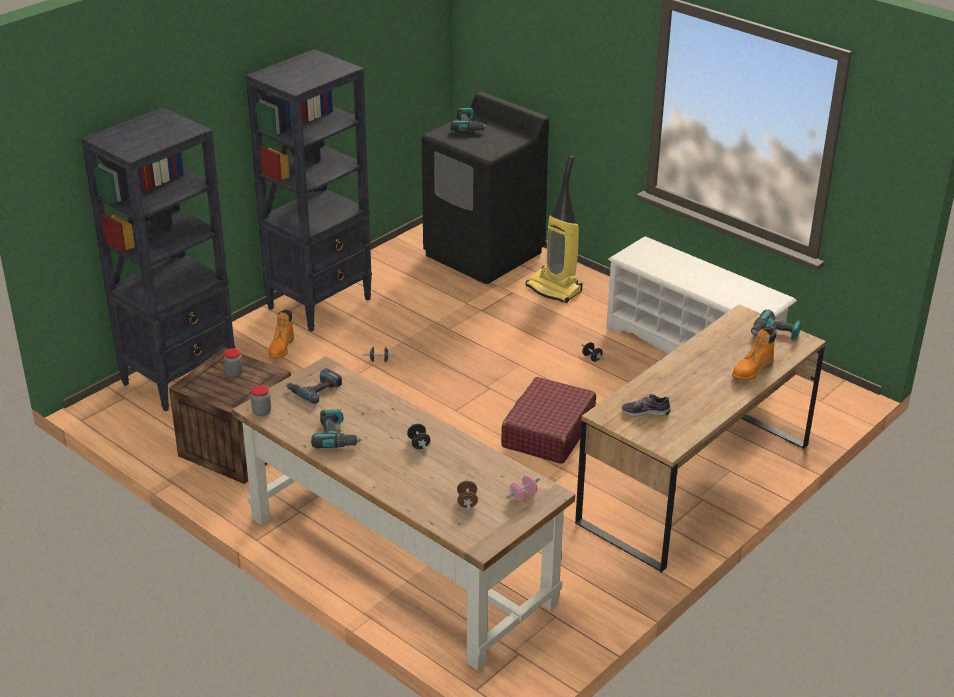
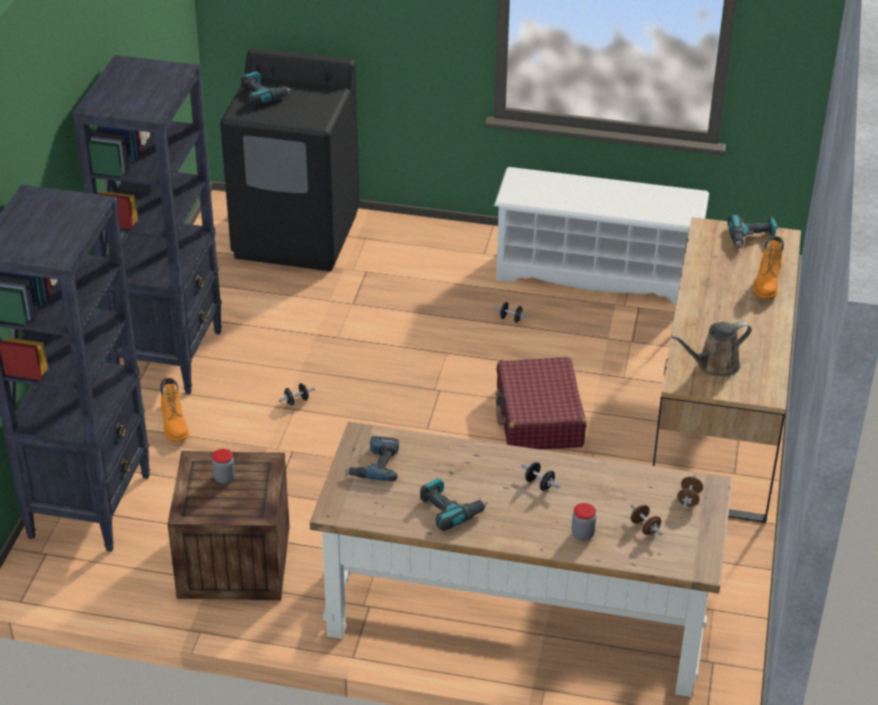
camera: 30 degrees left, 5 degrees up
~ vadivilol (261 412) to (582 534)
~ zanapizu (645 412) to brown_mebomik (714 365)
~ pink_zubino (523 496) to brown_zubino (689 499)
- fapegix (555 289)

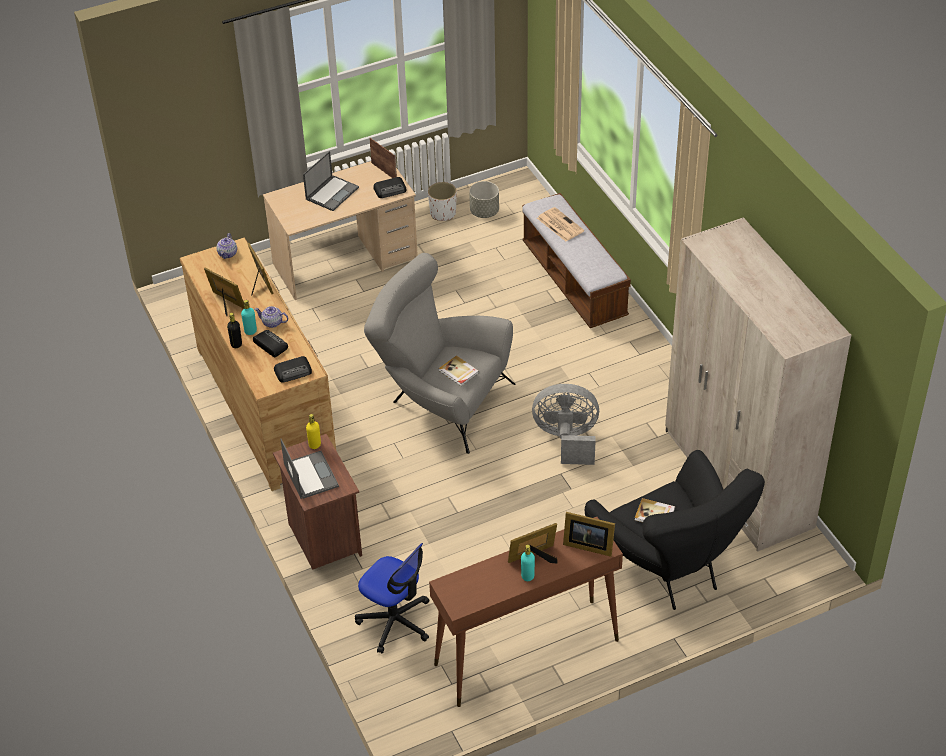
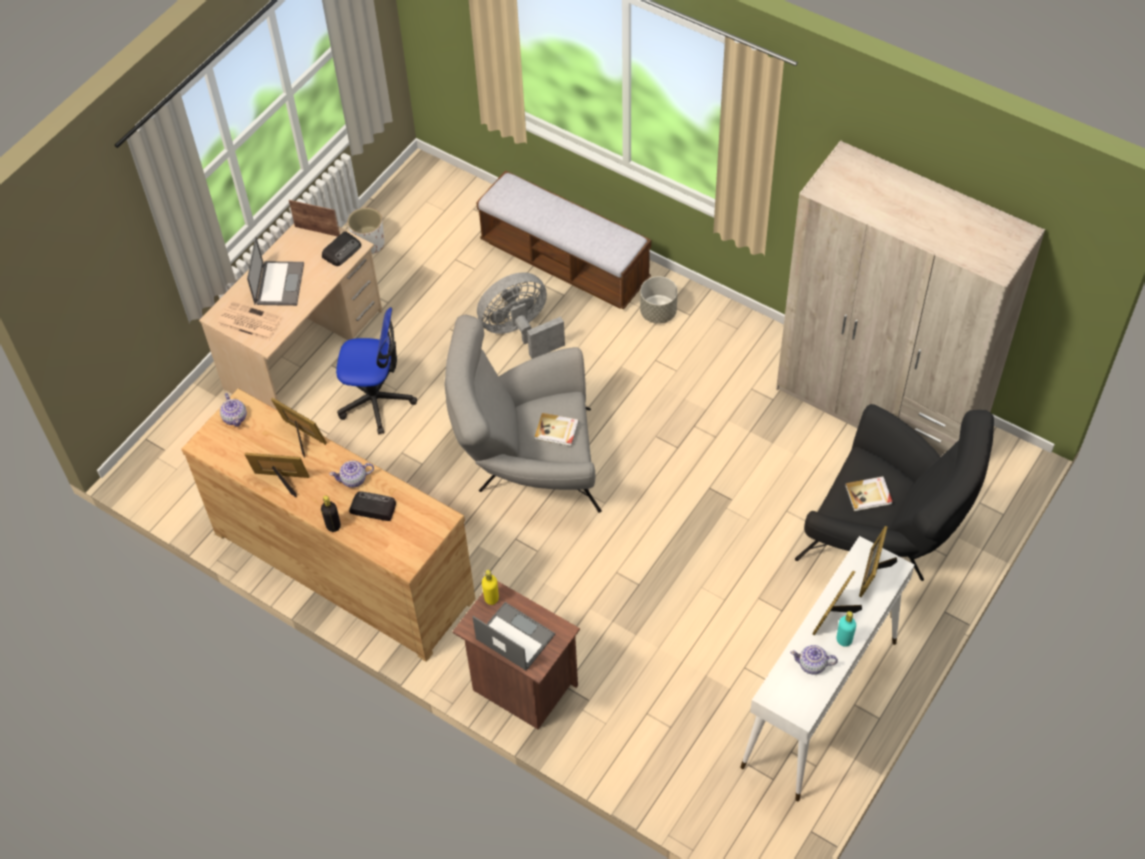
camera: 30 degrees left, 10 degrees up
~ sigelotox (559 224) to (248 322)
~ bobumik (395 621) to (376 400)
~ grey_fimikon (567 440) to (520 332)
~ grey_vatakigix (484 212) to (658 312)
~ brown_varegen (525 653) to white_varegen (819 704)
+ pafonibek (812 665)
~ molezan (587 544) = (874 573) 120 degrees clockwise
- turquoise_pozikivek (250 331)
- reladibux (294 371)

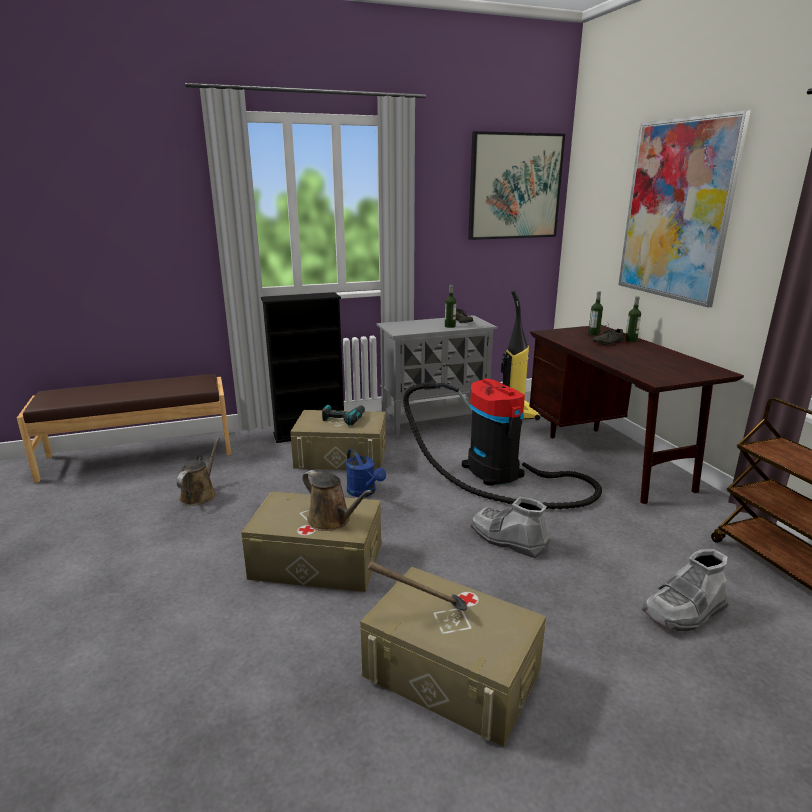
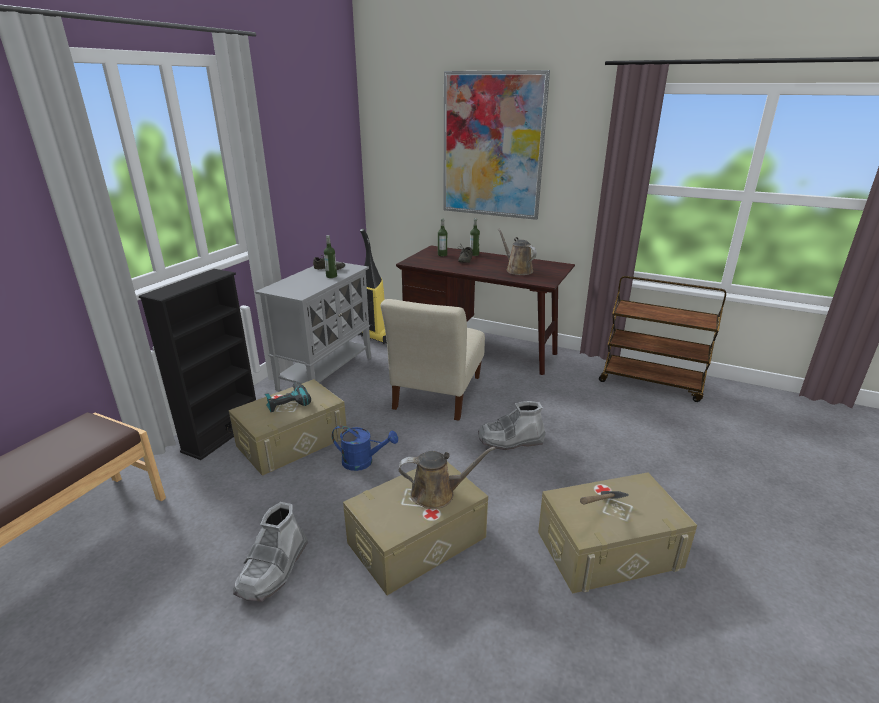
camera: 45 degrees left, 5 degrees up
~ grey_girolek (684 611) to (273 569)
~ fapegix (498 474) to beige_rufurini (436 395)
~ brown_mebomik (200 494) to (517 270)
- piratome (514 186)

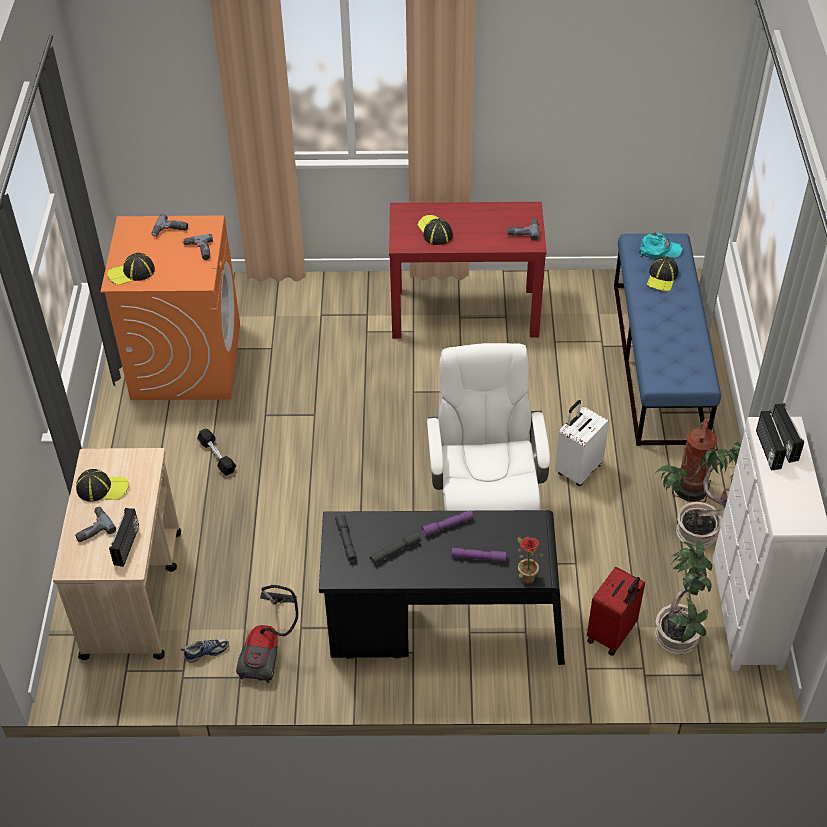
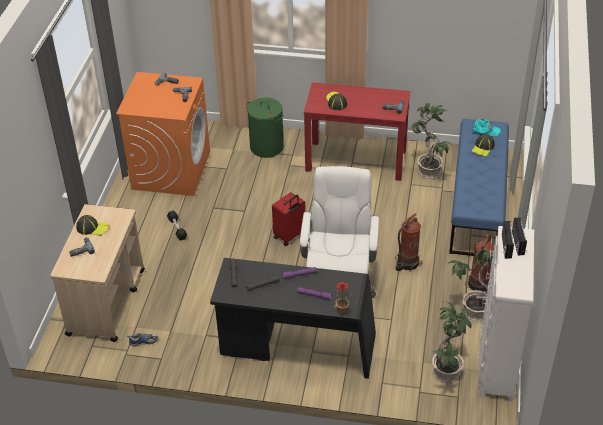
camera: 10 degrees right, 5 degrees down
+ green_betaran (266 147)
~ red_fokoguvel (612 634) to (289 236)
~ white_fokoguvel (578 469) to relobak (406 263)
+ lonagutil (427 171)
- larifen (132 272)
- reladibux (127 545)
- fapegix (269 647)

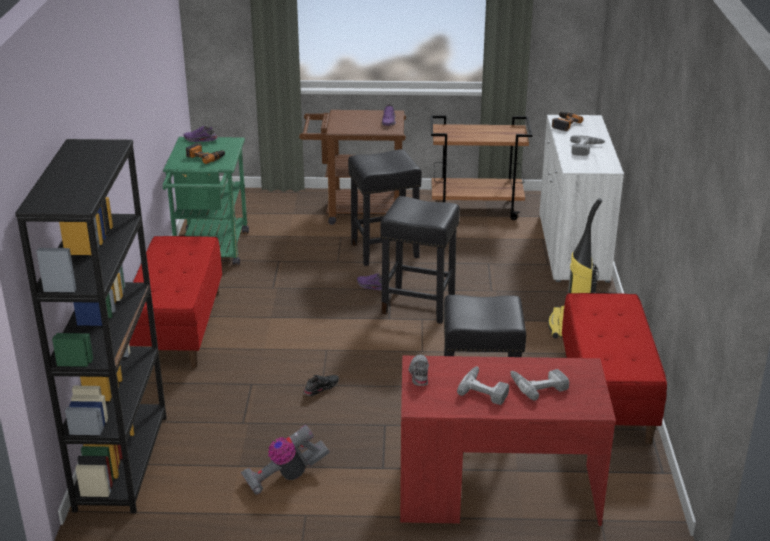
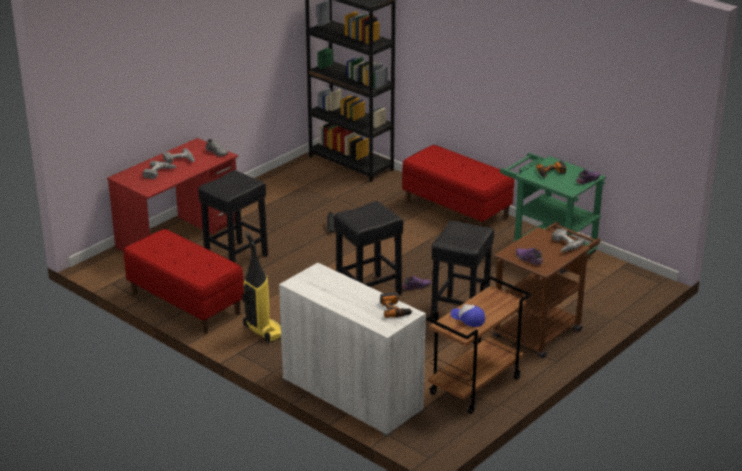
camera: 130 degrees right, 0 degrees up
+ larifen (468 319)
~ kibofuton (586 149) to (563 245)
- fapegix (285 476)

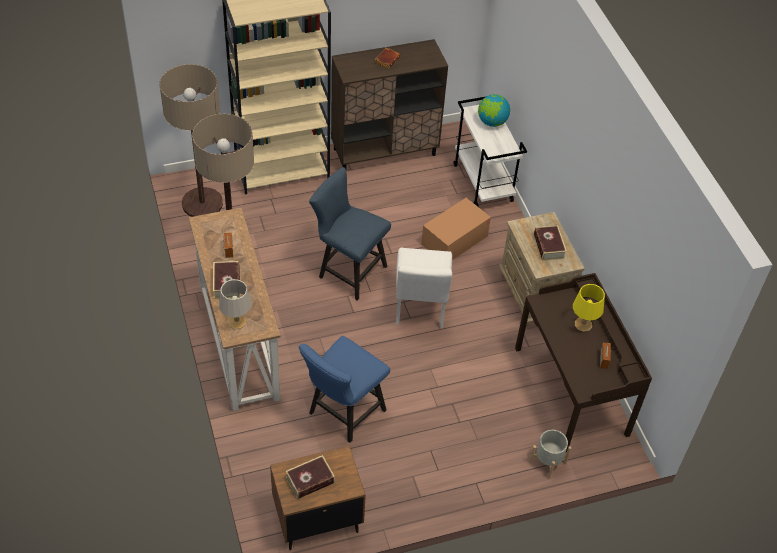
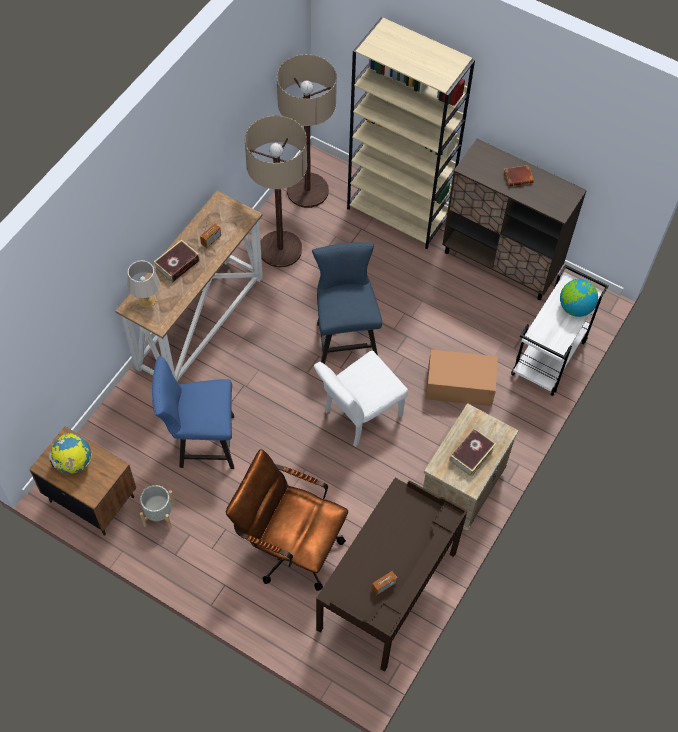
camera: 50 degrees right, 10 degrees up
~ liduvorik (310 480) to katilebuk (74 462)
~ grey_vatakigix (547 462) to (159 514)
+ brown_bobumik (289 546)
- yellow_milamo (582 324)

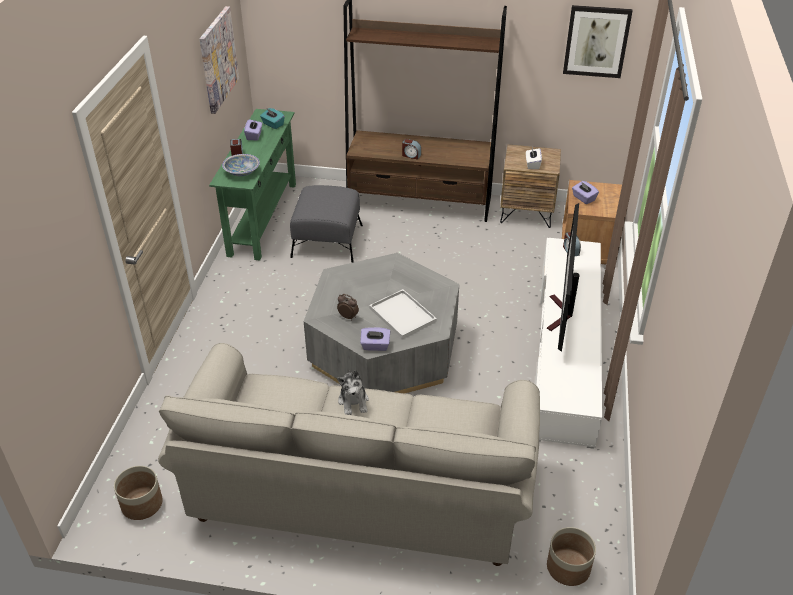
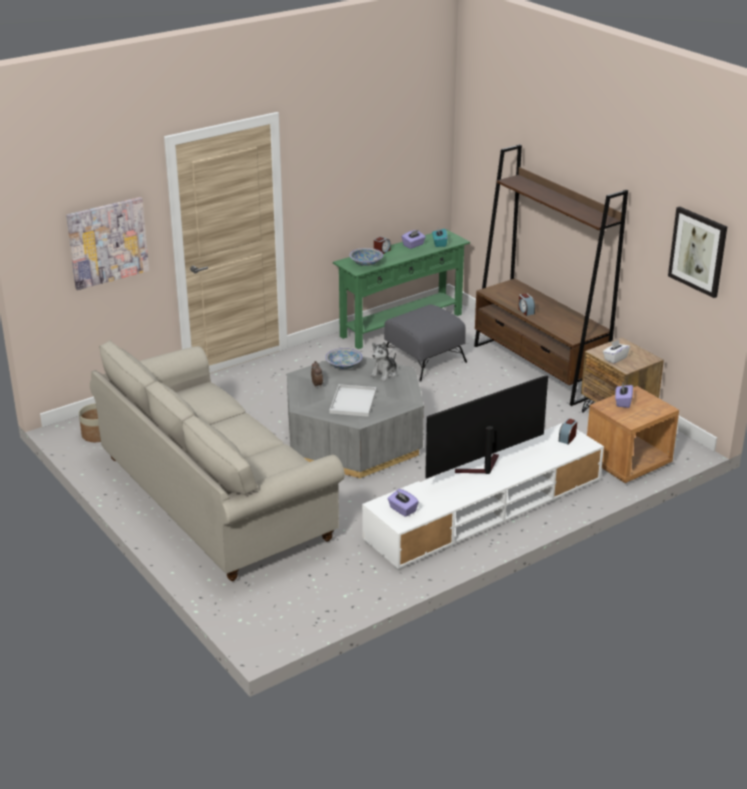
camera: 45 degrees right, 10 degrees down
~ piratome (218 59) to (107 242)
+ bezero (344 365)
~ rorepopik (353 401) to (384 373)
~ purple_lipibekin (375 346) to (402 510)
- vatakigix (568 567)

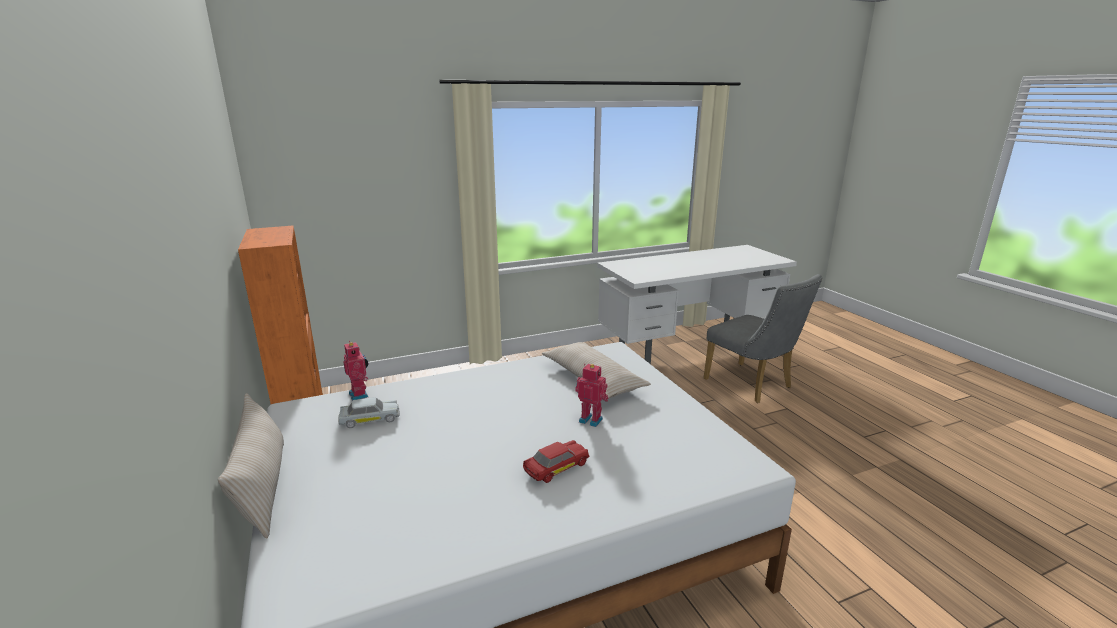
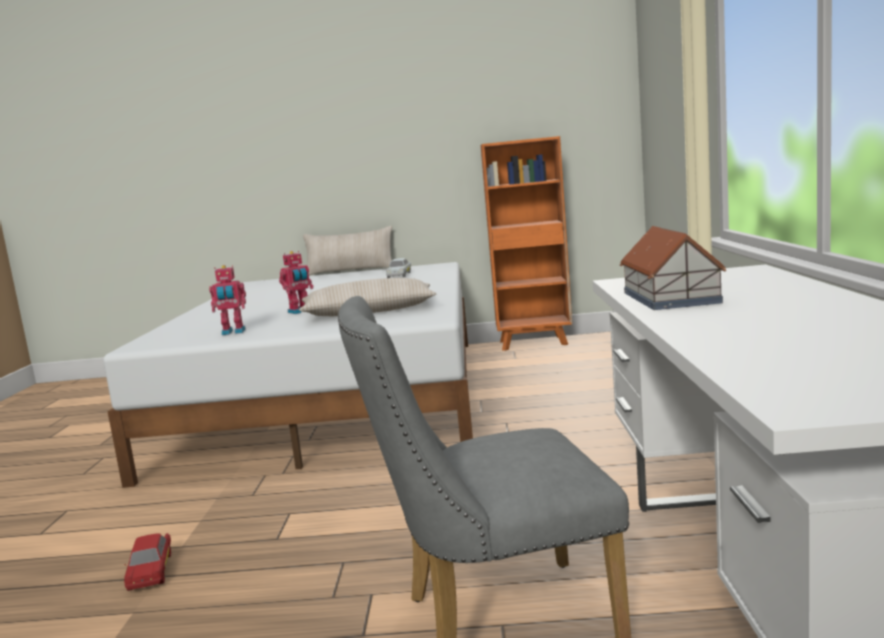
camera: 115 degrees right, 10 degrees down
~ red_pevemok (556 468) to (150 571)
~ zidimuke (360 394) to (233 332)
+ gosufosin (670 297)

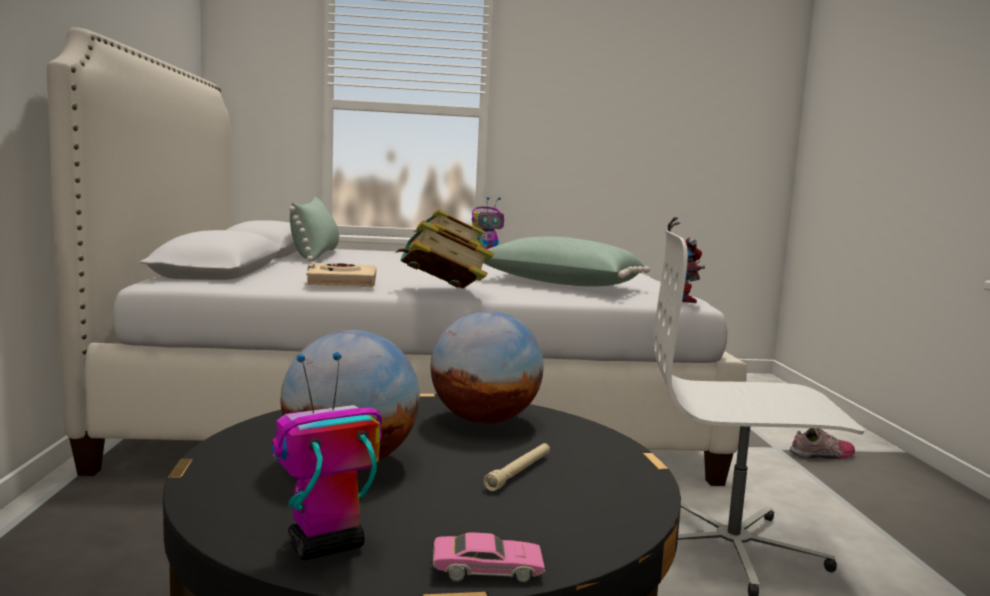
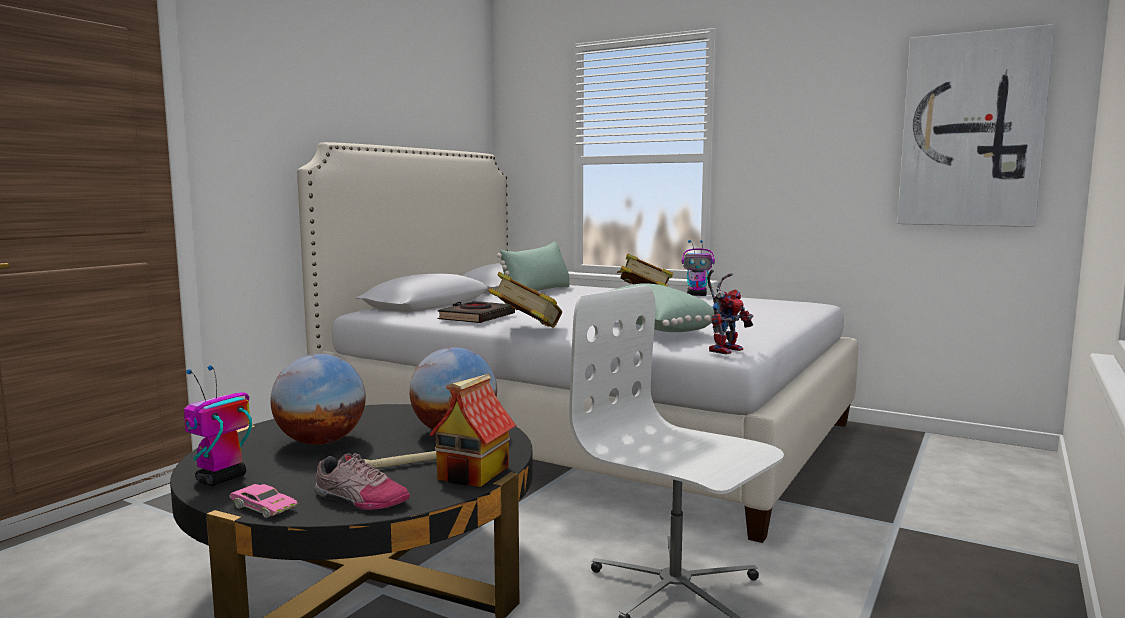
camera: 35 degrees right, 0 degrees up
~ zidimuke (324 546) = (220 479) 60 degrees counterclockwise
~ zanapizu (823 455) to (359 500)
+ gosufosin (474 473)
~ beige_liduvorik (341 282) to black_liduvorik (476 318)
+ piratome (971 130)

